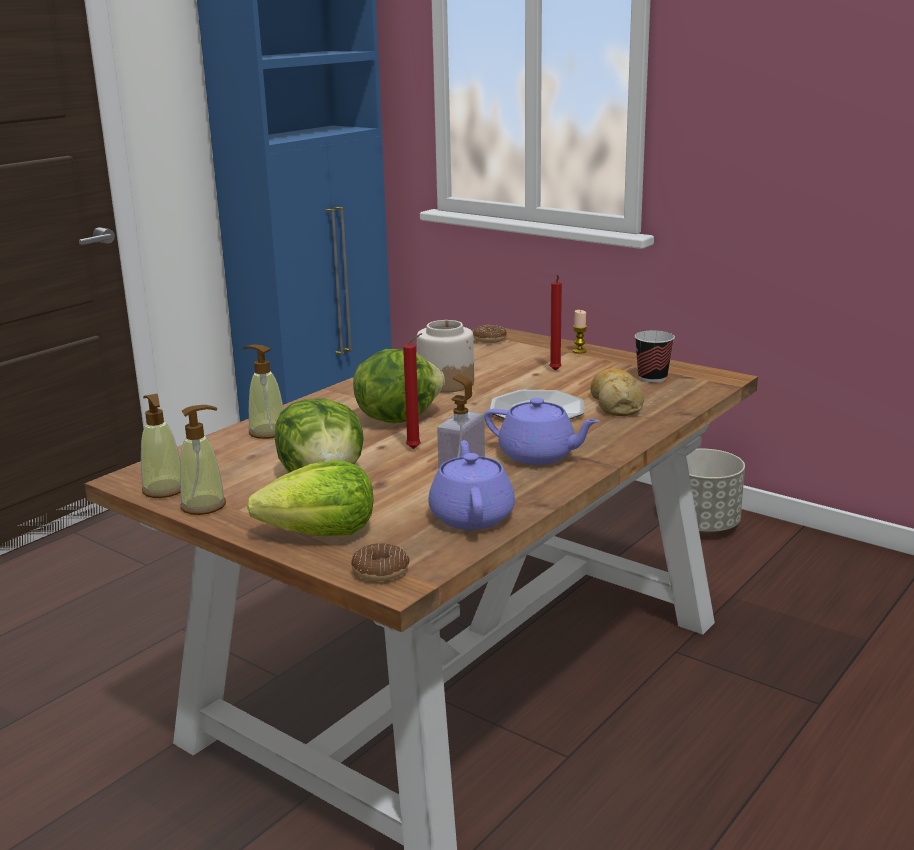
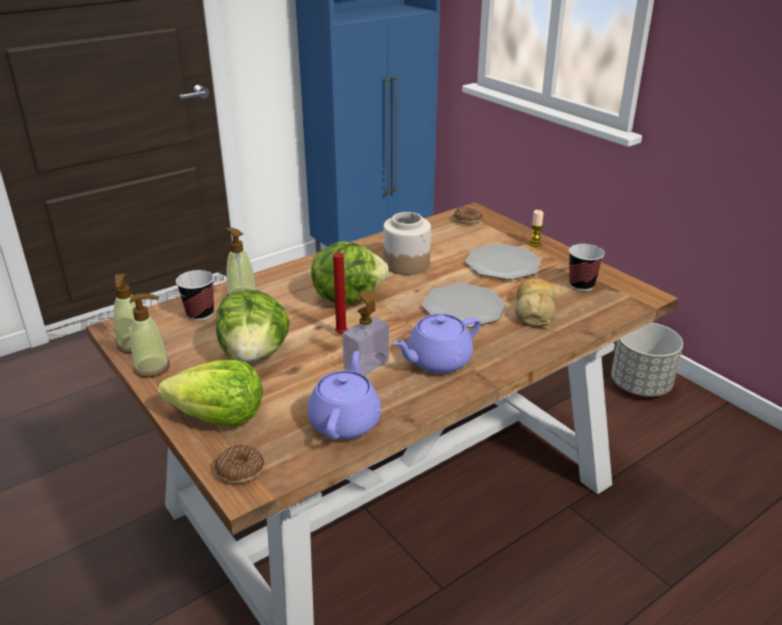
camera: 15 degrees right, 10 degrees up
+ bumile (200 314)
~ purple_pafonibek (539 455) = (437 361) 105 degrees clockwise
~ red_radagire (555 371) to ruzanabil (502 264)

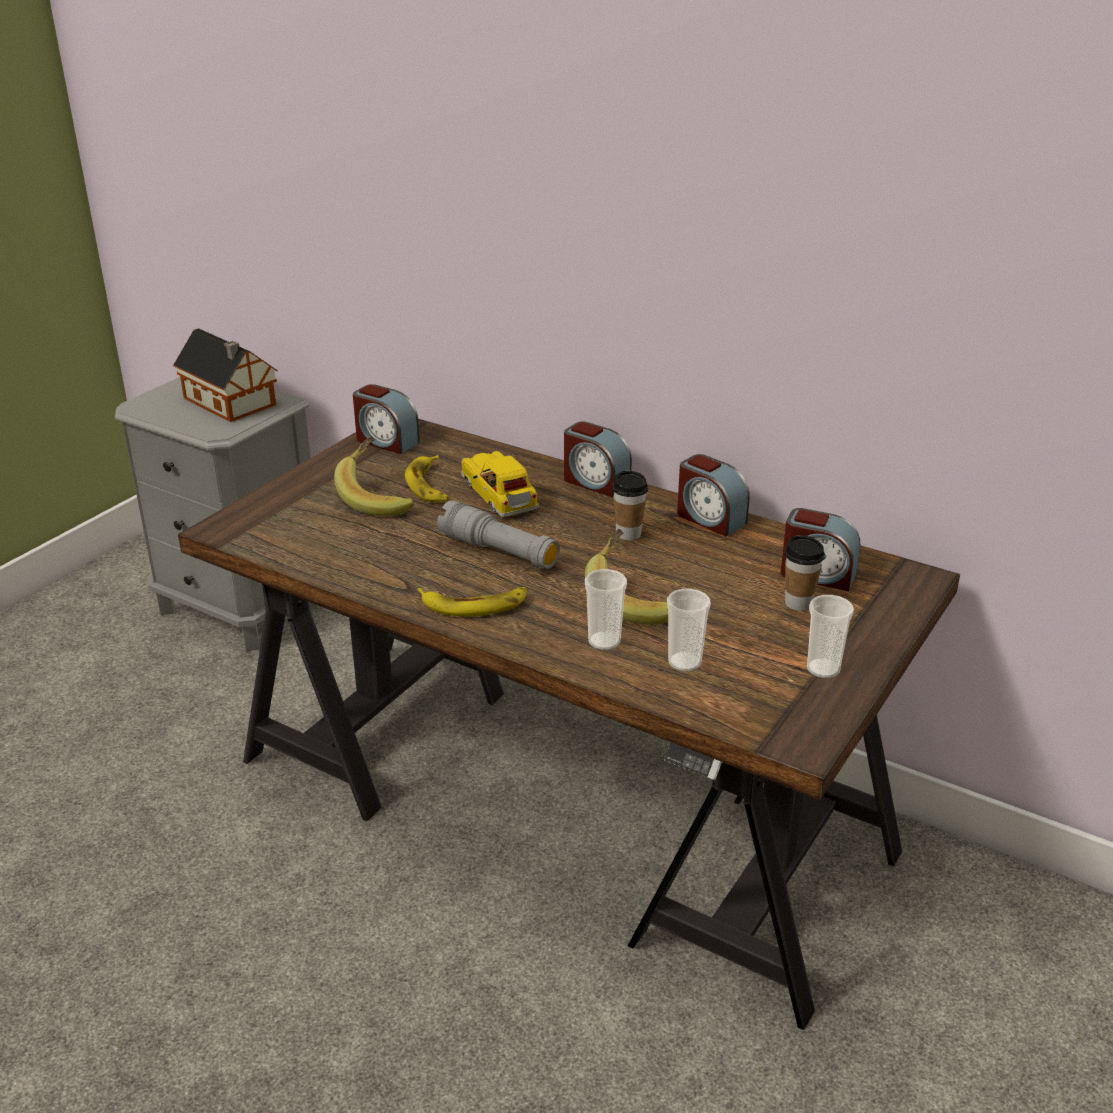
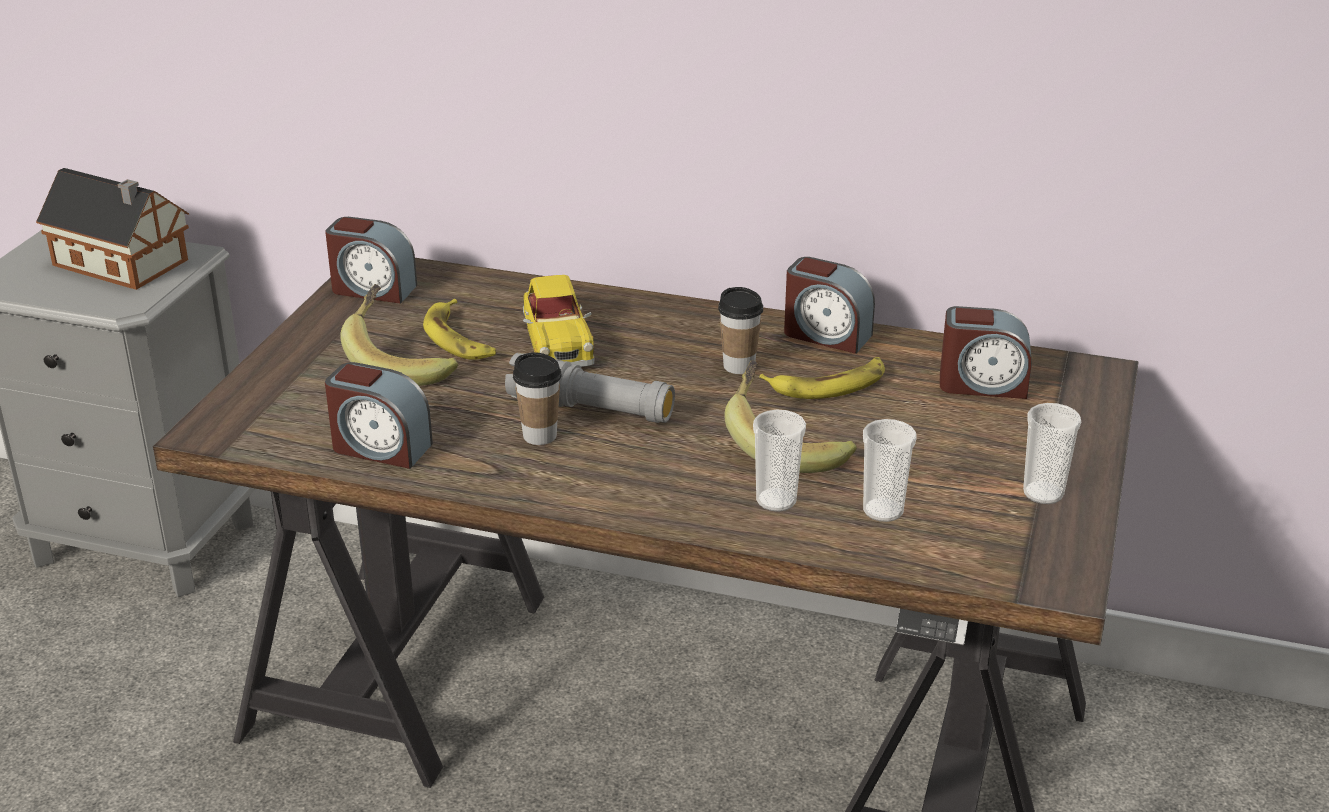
camera: 15 degrees left, 0 degrees up
~ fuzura (595 482) to (380 448)
~ bumile (798 603) to (540 436)
~ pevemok (500 496) = (557 340) 150 degrees counterclockwise
~ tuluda (474 605) to (828 384)

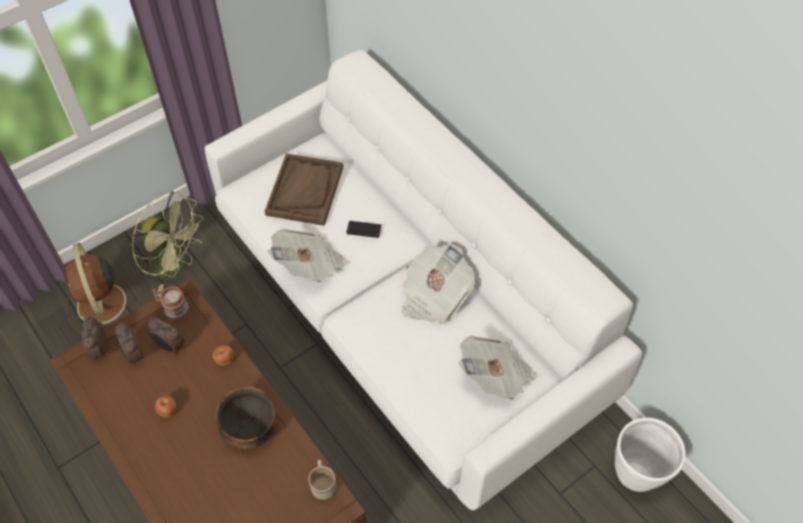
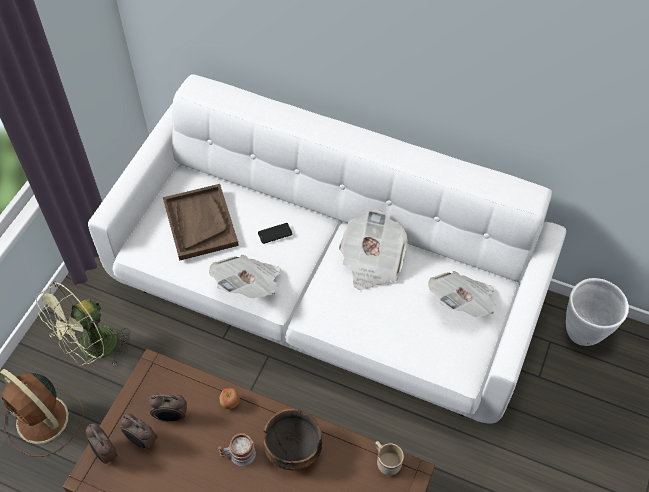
camera: 30 degrees left, 0 degrees up
~ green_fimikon (176 265) = (92 349) 135 degrees clockwise
~ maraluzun (172 307) to (238 454)
- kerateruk (168 411)

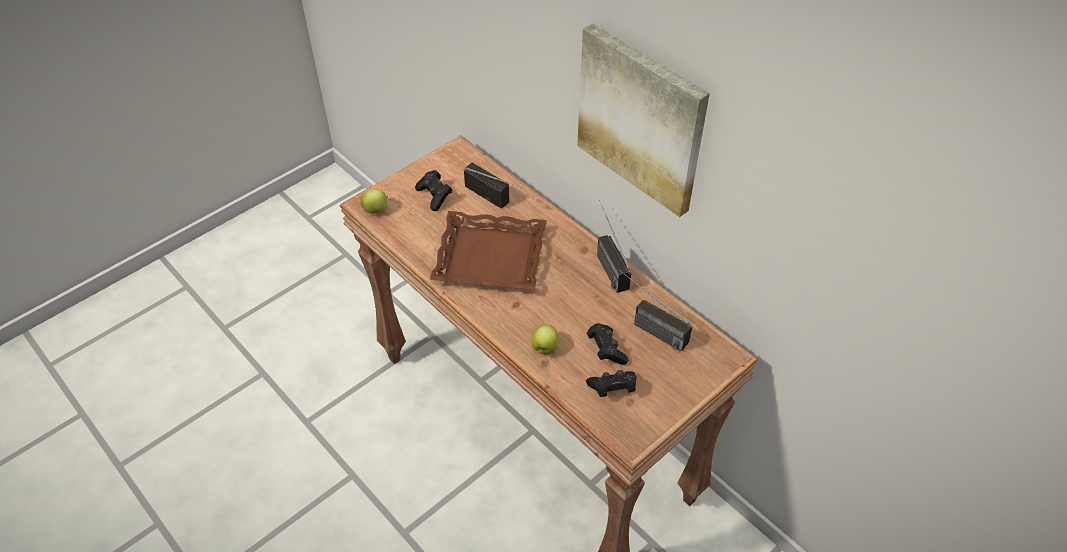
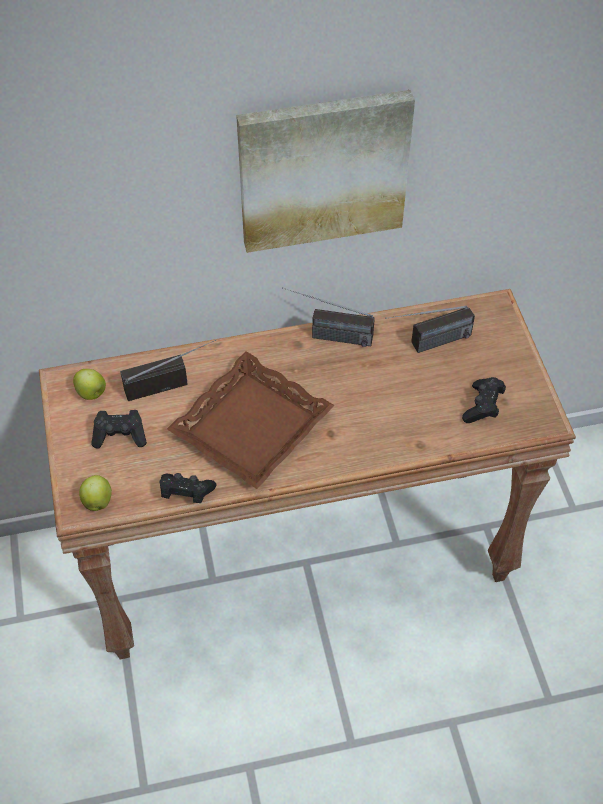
camera: 60 degrees left, 5 degrees up
~ kerateruk (544 348) to (92 393)
~ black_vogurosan (606 350) to (186 493)

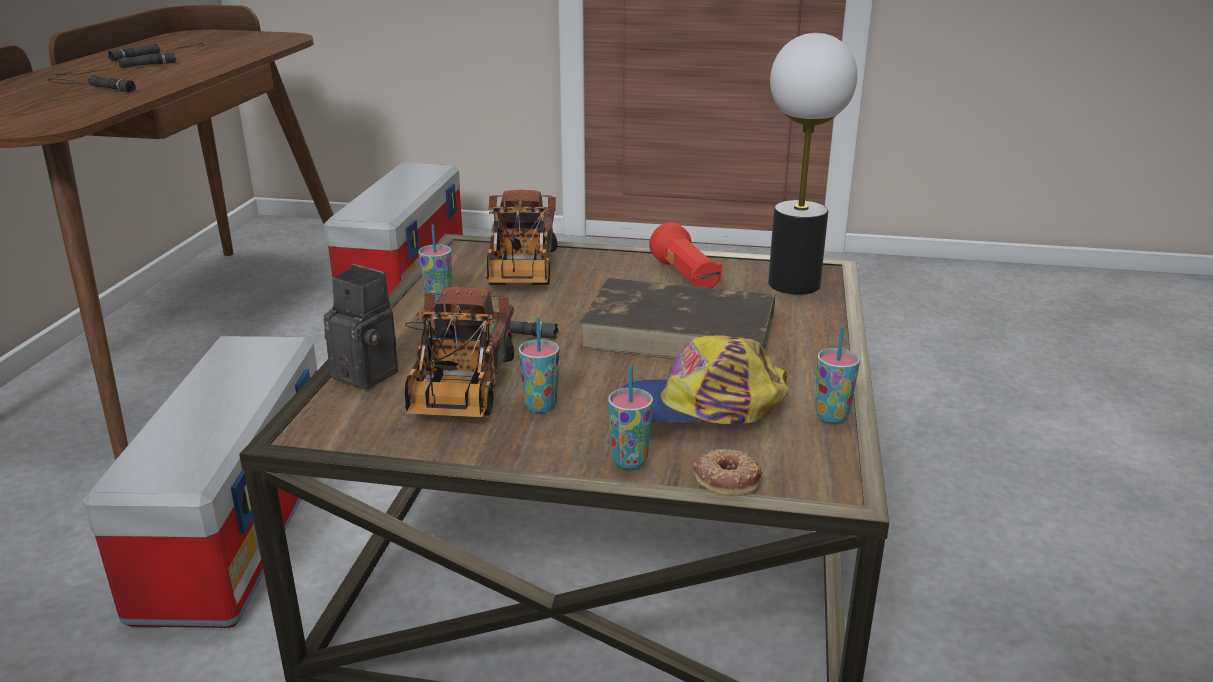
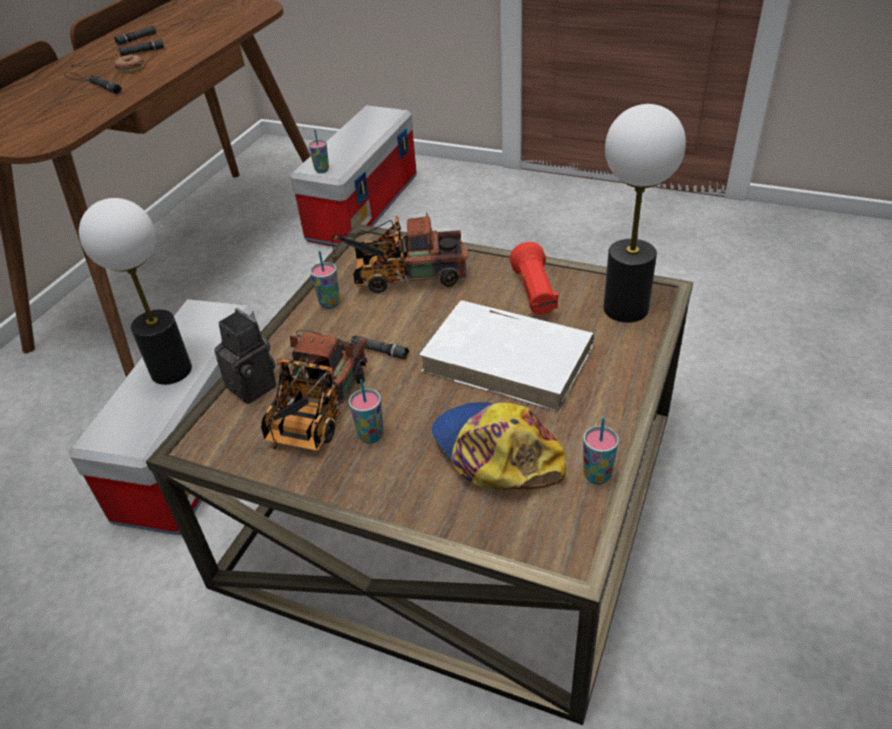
camera: 15 degrees right, 15 degrees up
+ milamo (172 370)
~ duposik (727 478) to (130 67)
~ bumile (629 460) to (322 170)
~ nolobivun (521 272) = (402 277) 75 degrees clockwise
~ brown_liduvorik (681 331) to white_liduvorik (509 359)
~ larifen (702 408) = (495 453) 45 degrees clockwise

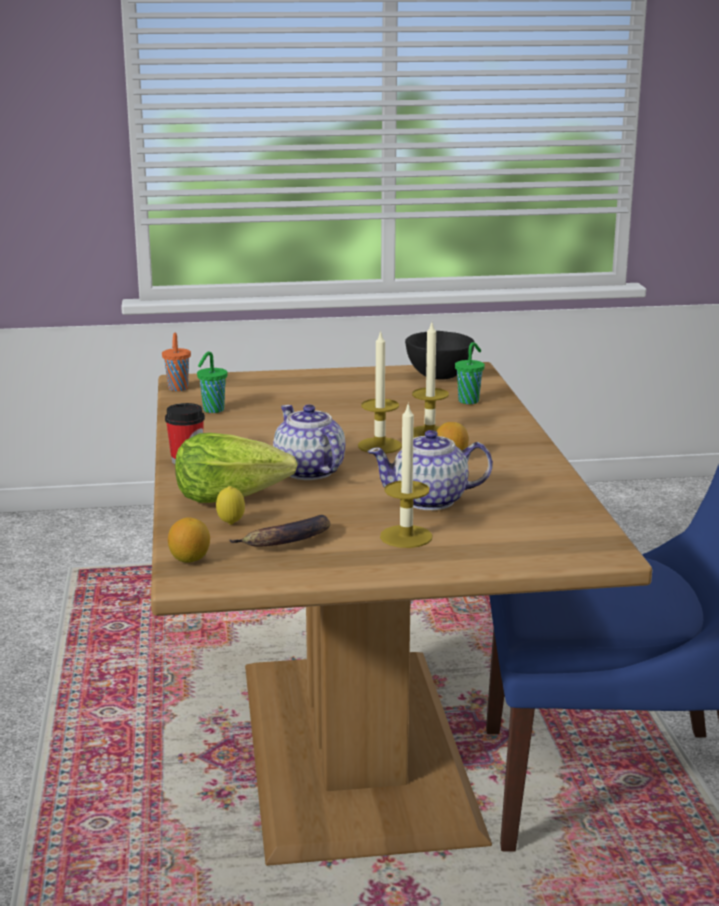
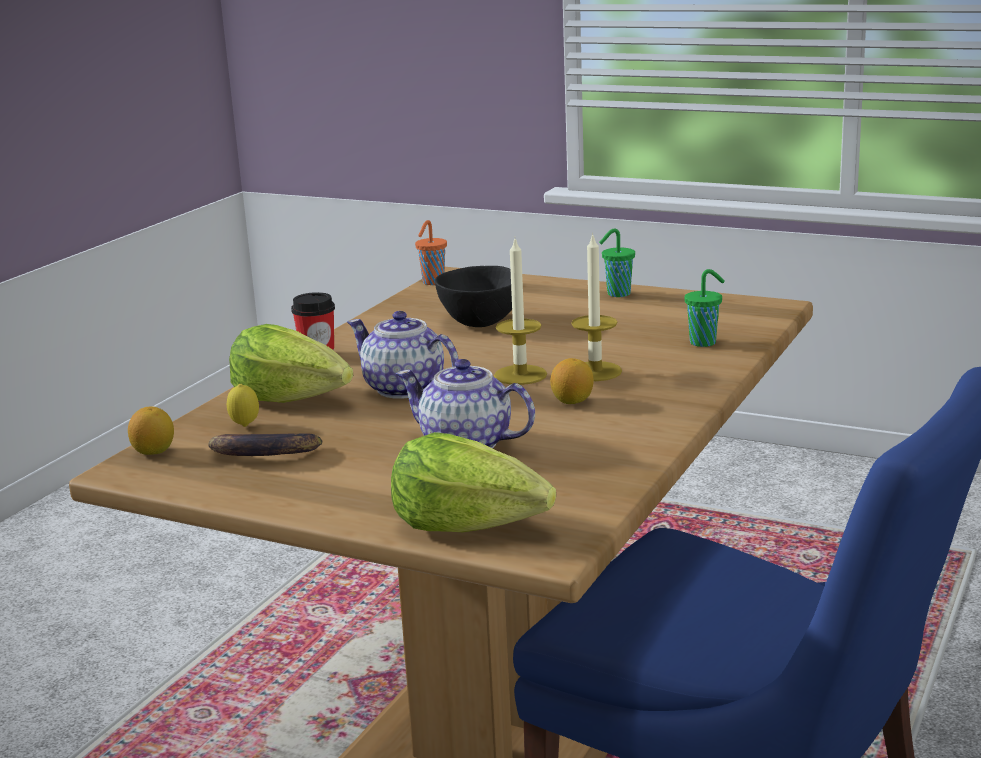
camera: 35 degrees right, 0 degrees up
~ pafonibek (309 472) = (404 389) 60 degrees counterclockwise
+ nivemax (469 525)
~ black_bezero (438 376) to (480 322)
~ green_bumile (212 410) to (617 294)
- radagire (406 536)

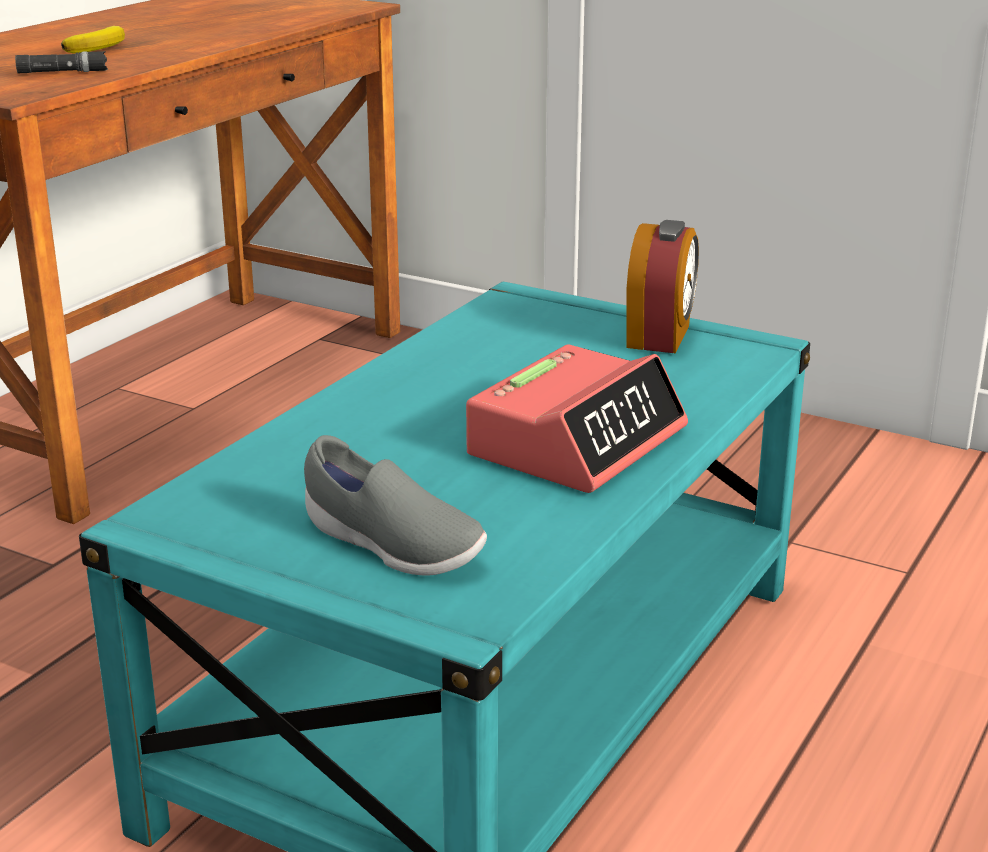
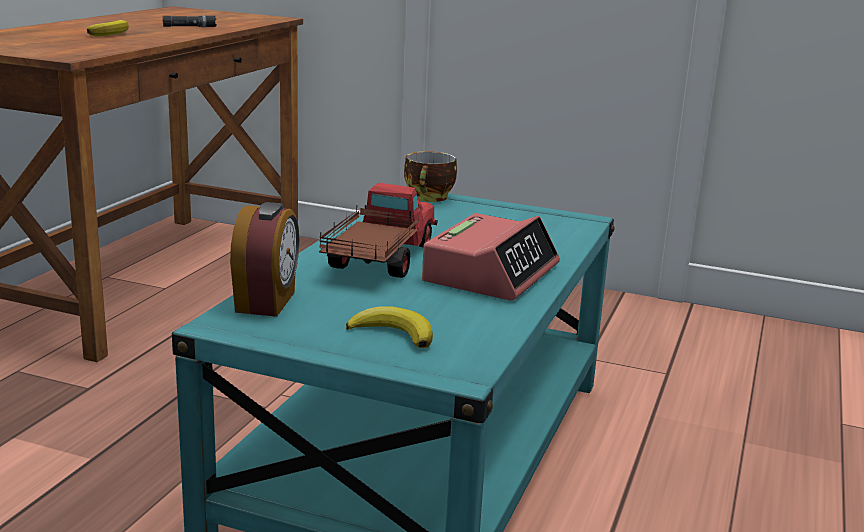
camera: 10 degrees left, 5 degrees down
~ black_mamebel (63 72) to (189 27)
~ fuzura (660 337) to (267 302)
+ nolobivun (379 259)
~ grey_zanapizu (391 546) to tuluda (393 333)
+ bumile (430 198)

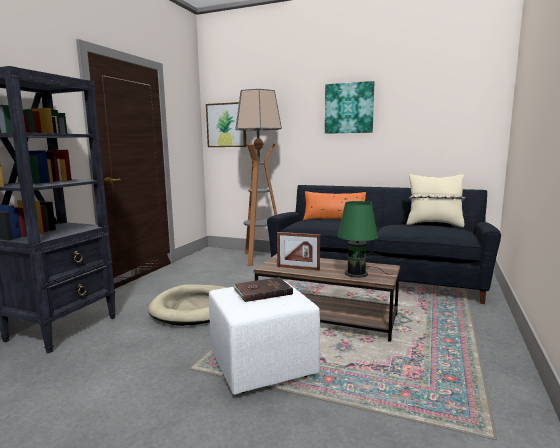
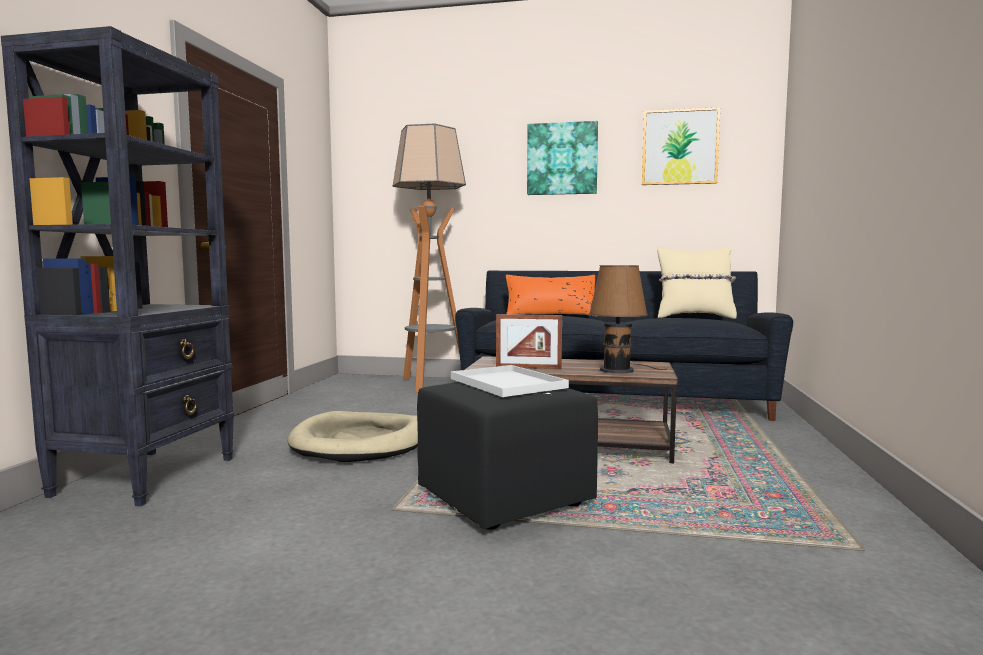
camera: 10 degrees left, 5 degrees down
~ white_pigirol (263 366) to black_pigirol (506 500)
~ brown_liduvorik (262 291) to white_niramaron (505 383)
~ green_milamo (358 273) to brown_milamo (619 370)
~ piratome (226 125) to (679 147)

